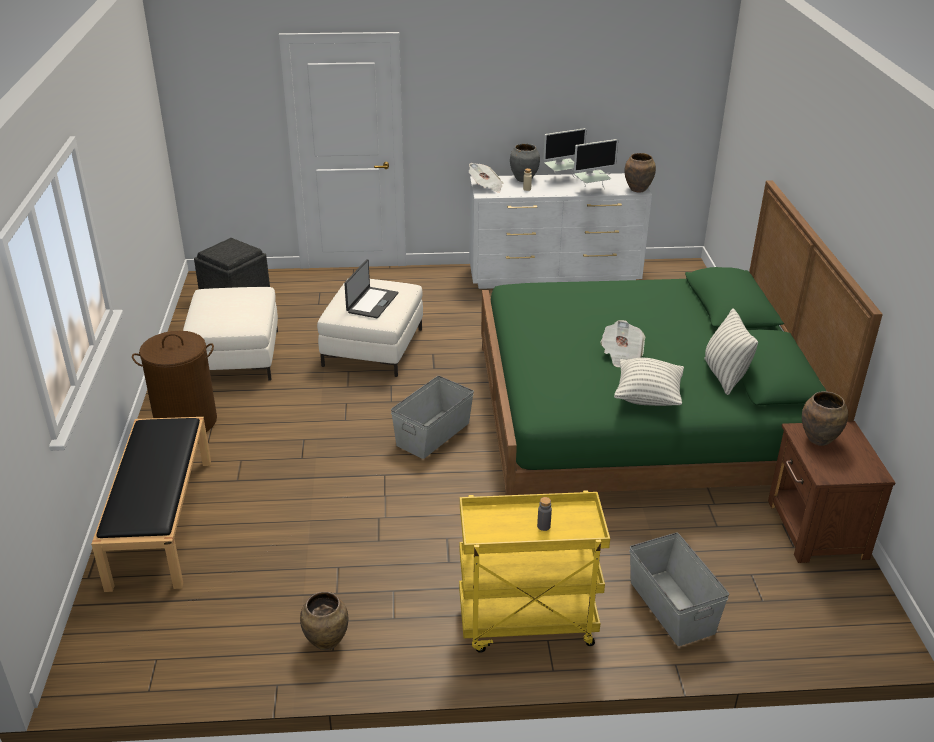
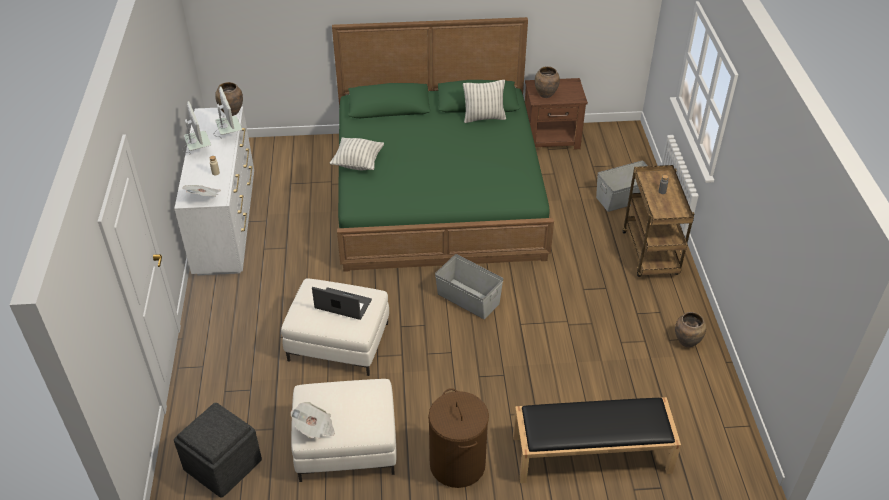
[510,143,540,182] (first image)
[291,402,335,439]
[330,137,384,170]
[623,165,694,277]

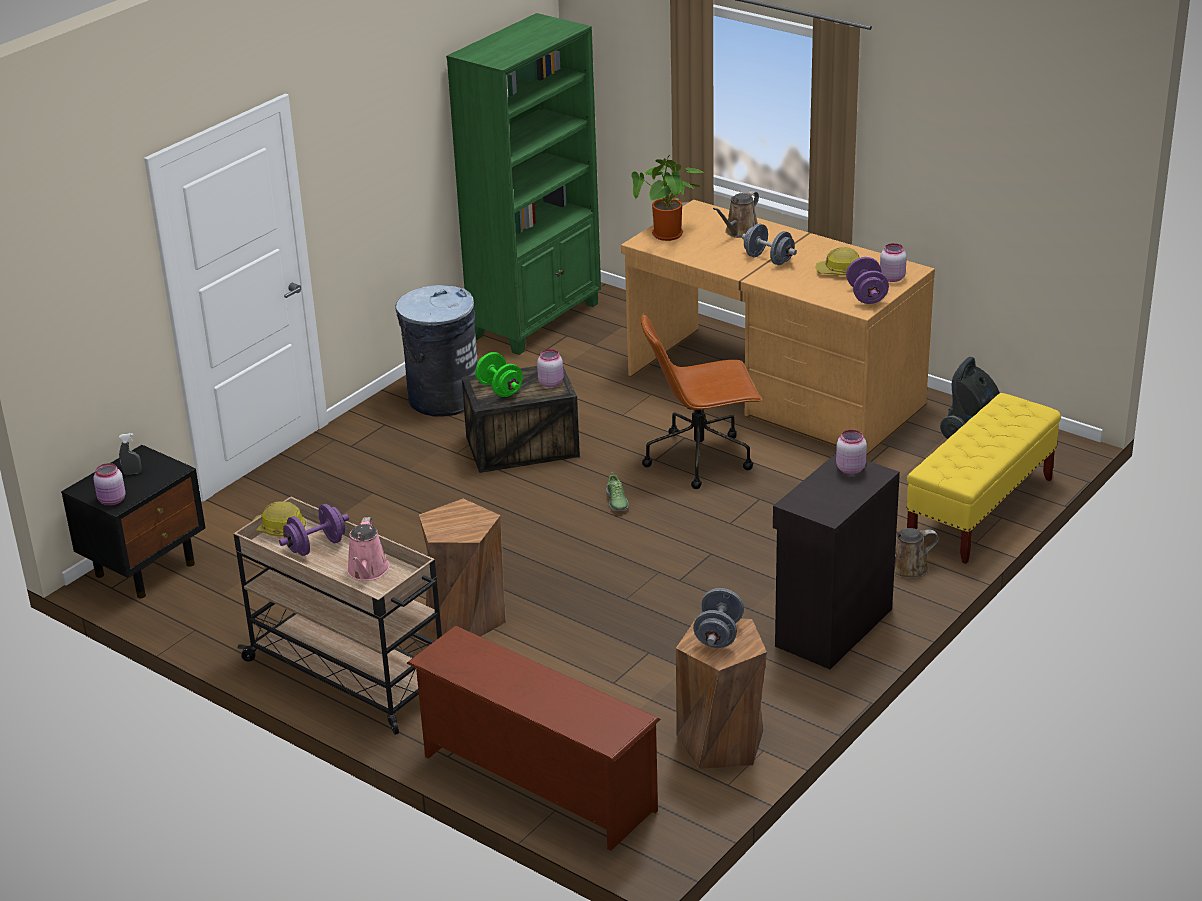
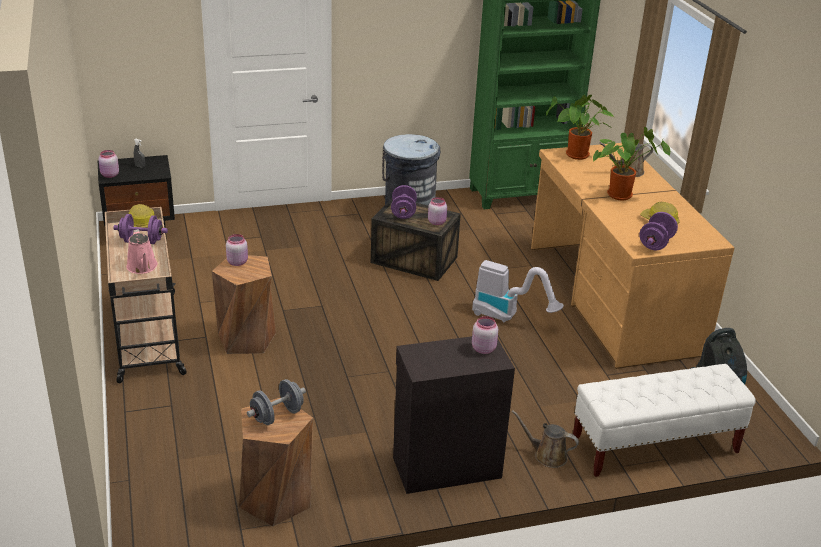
[593,127,670,200]
[226,234,248,266]
[472,260,564,322]
[391,185,417,219]
[573,364,756,477]
[606,472,629,511] (first image)
[126,229,158,274]
[406,626,661,851] (first image)

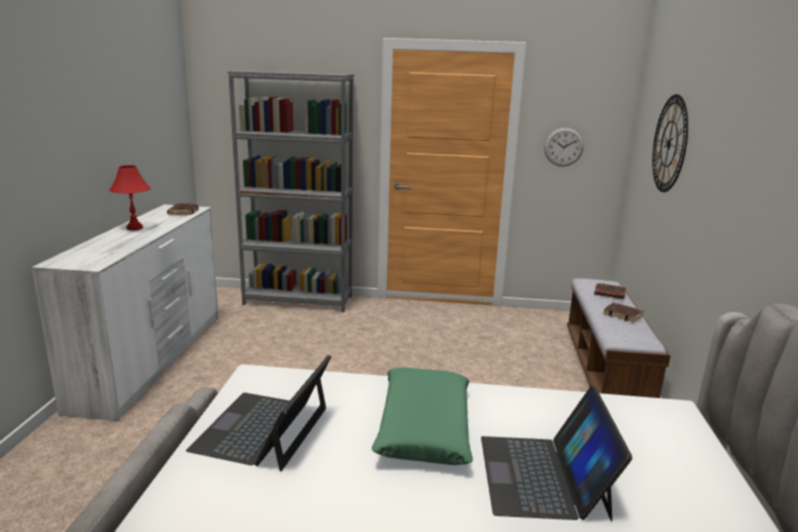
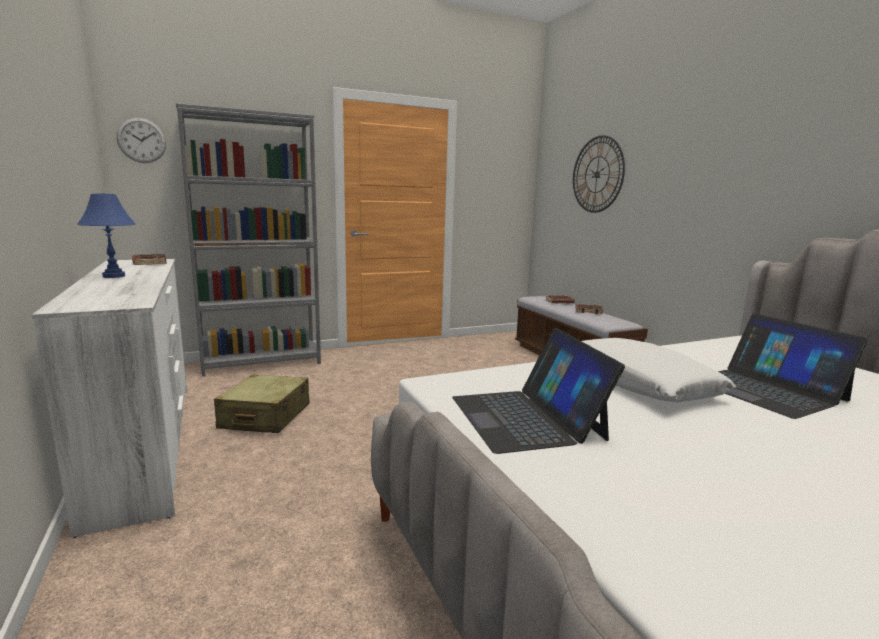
[117,118,166,163]
[77,193,136,278]
[582,338,736,402]
[214,375,309,433]

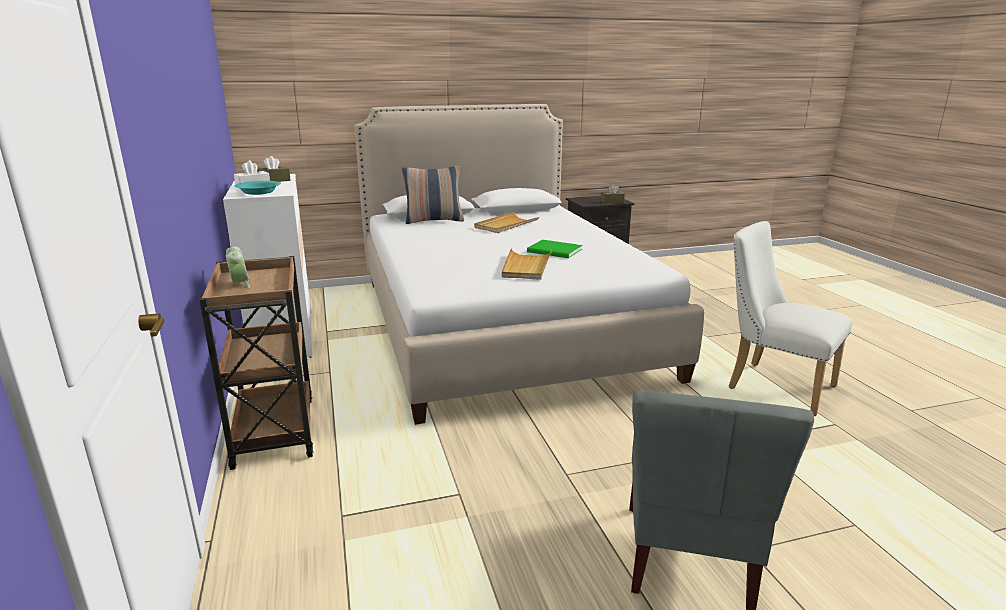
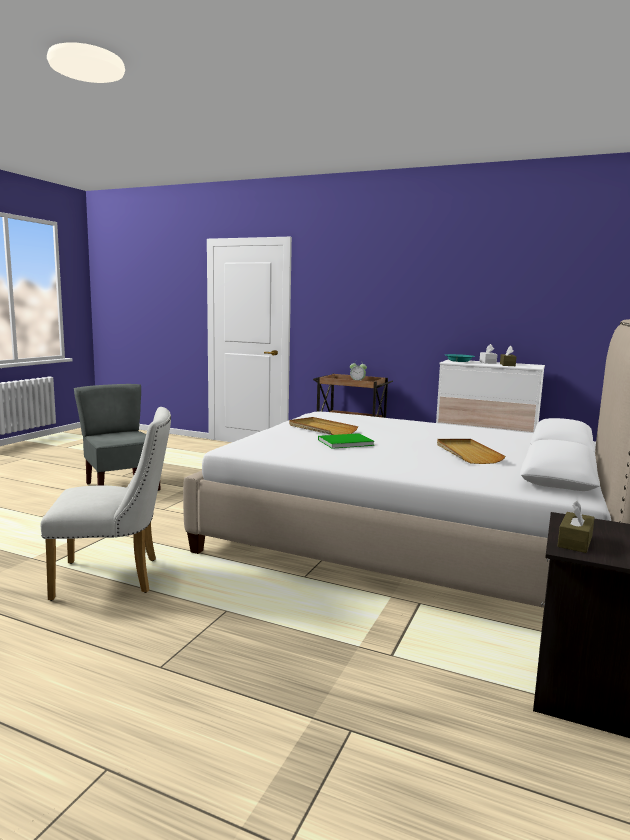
[402,166,464,224] (first image)

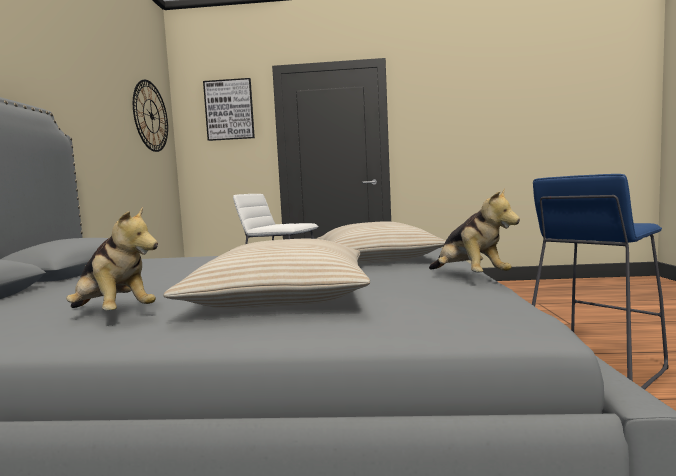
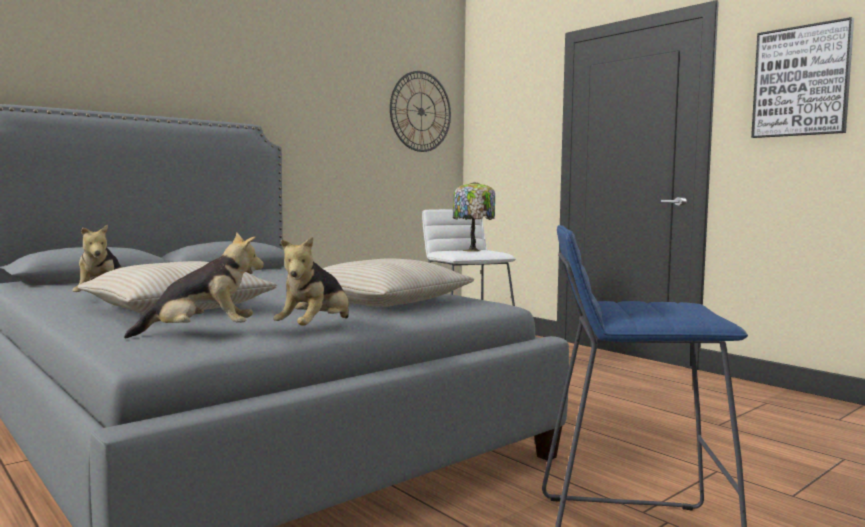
[751,17,854,138]
[453,182,495,252]
[124,232,264,339]

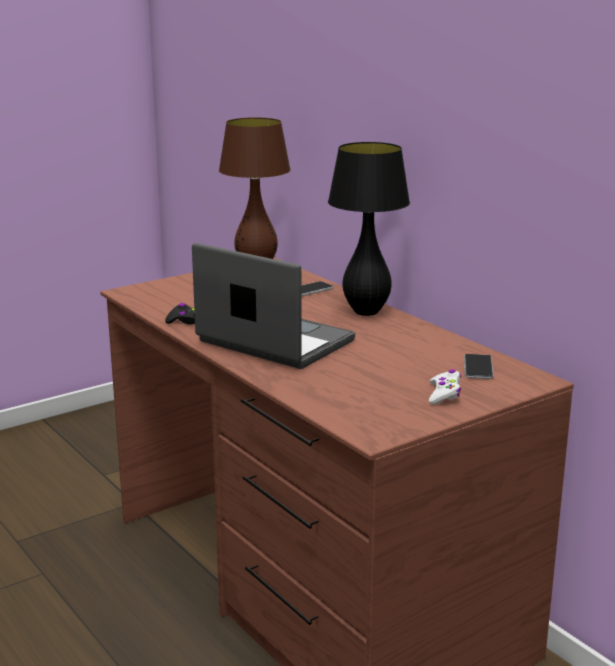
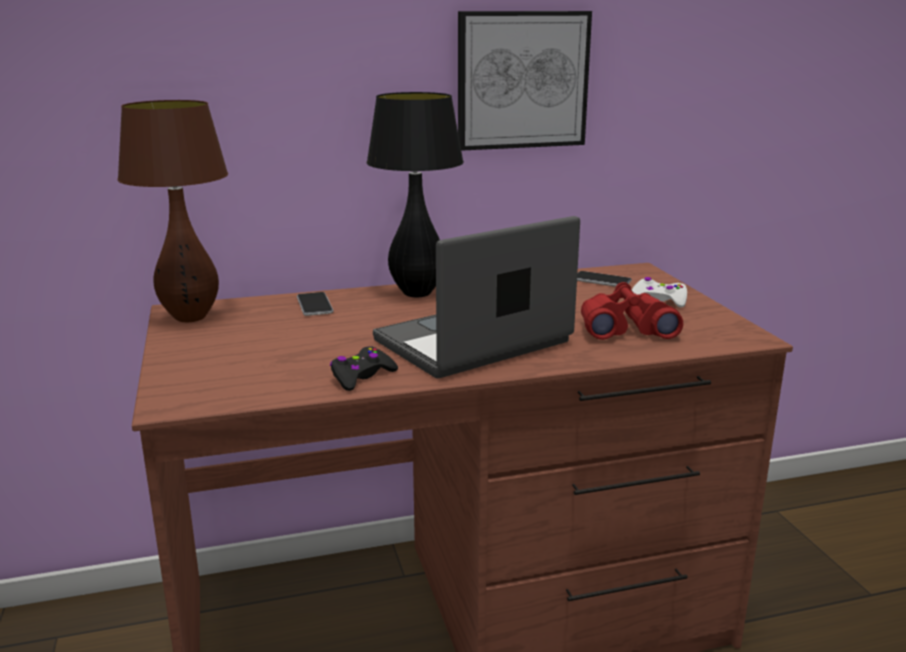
[458,11,592,151]
[581,282,683,340]

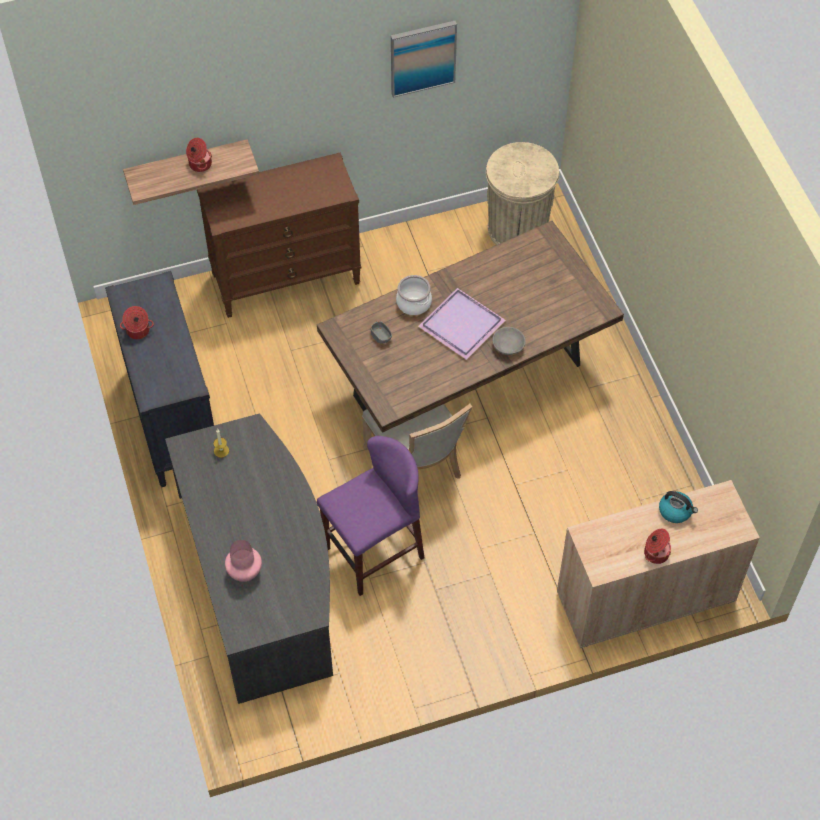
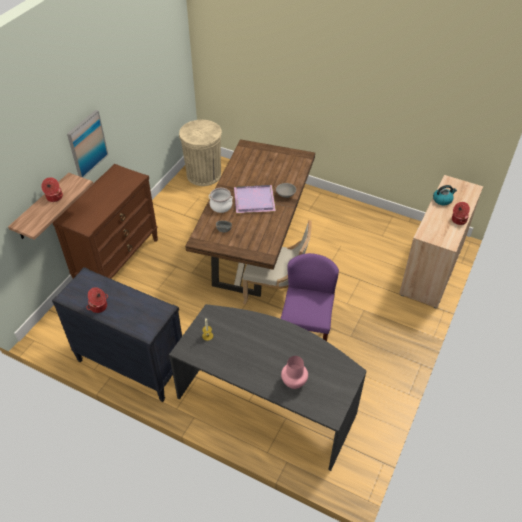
[67,110,108,178]

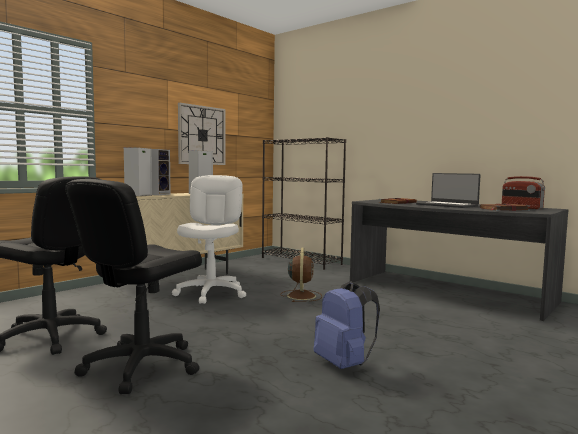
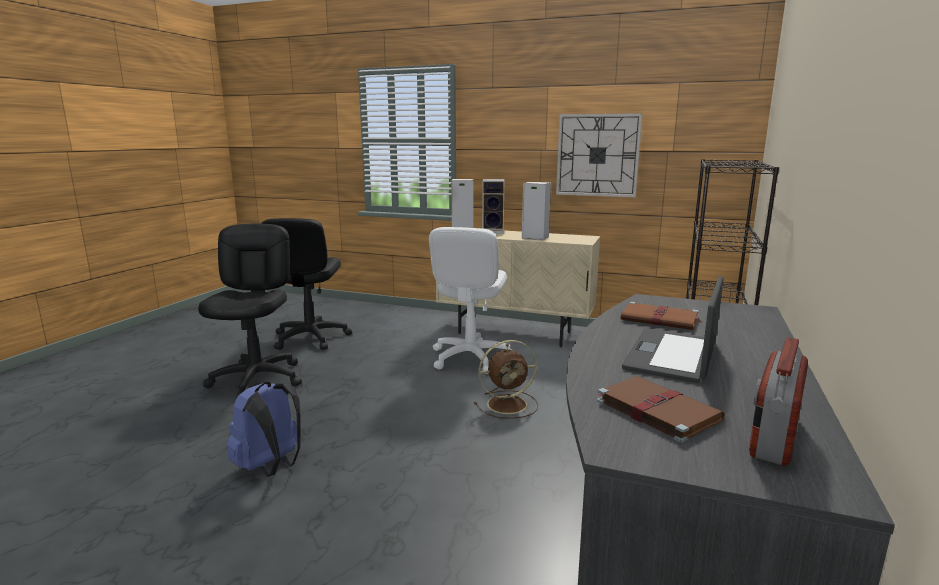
[429,227,511,374]
[198,224,302,399]

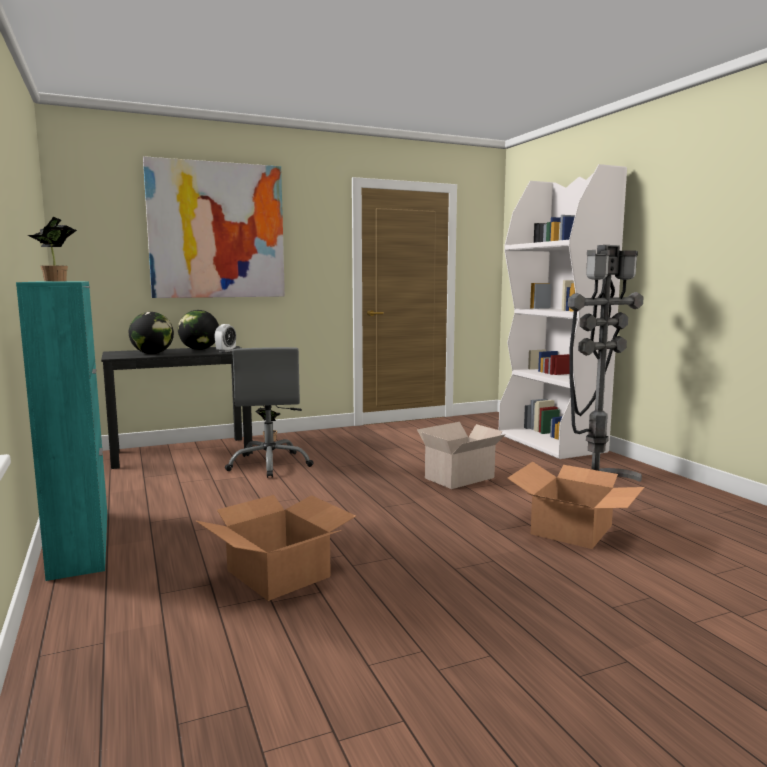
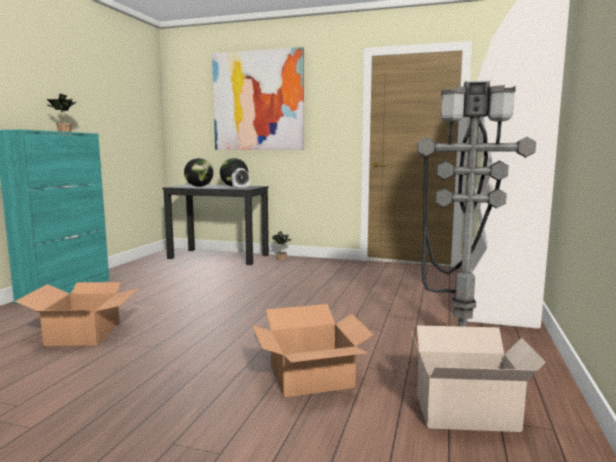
[225,347,314,478] (first image)
[411,325,546,432]

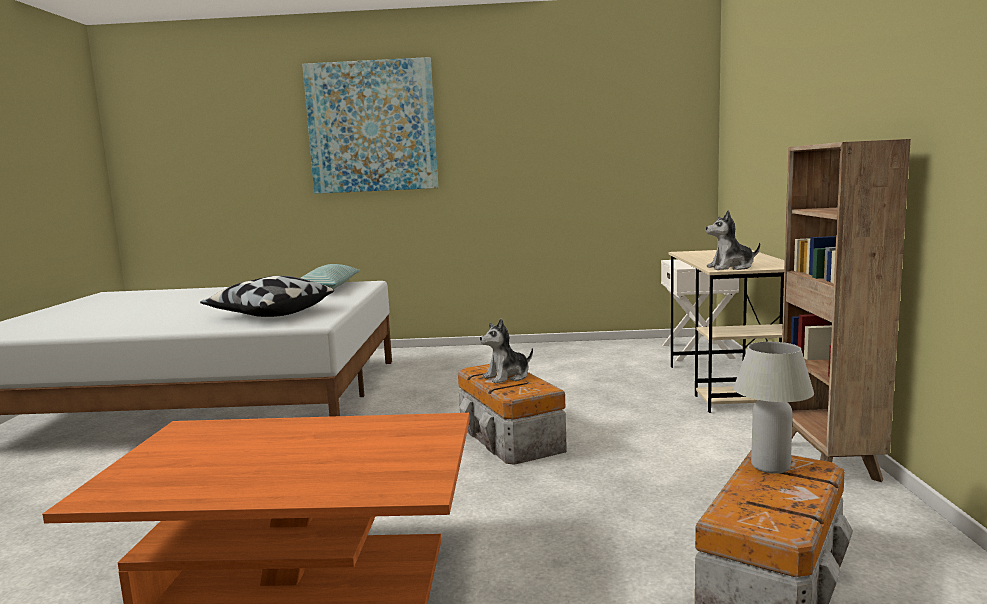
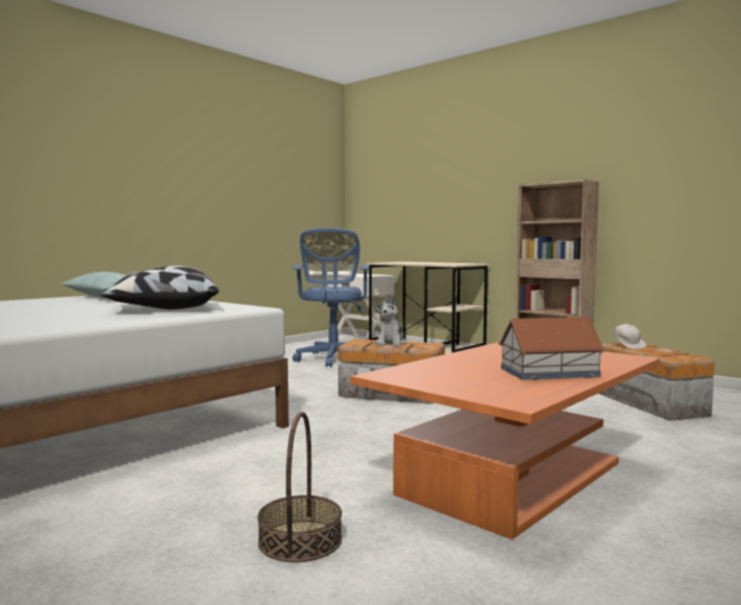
[302,57,438,194] (first image)
[706,210,760,270] (first image)
[612,324,647,349]
[293,228,370,367]
[498,317,605,380]
[257,412,342,562]

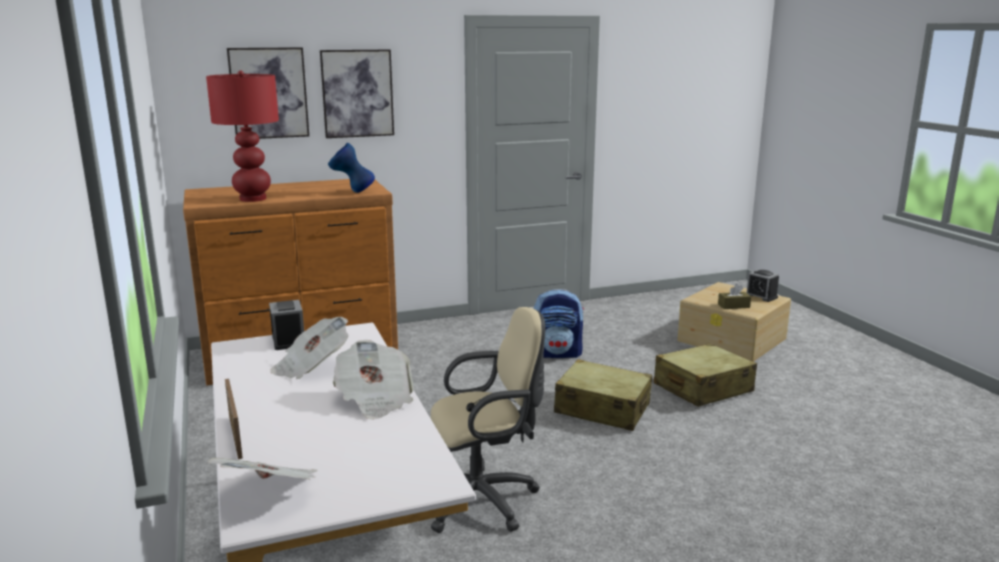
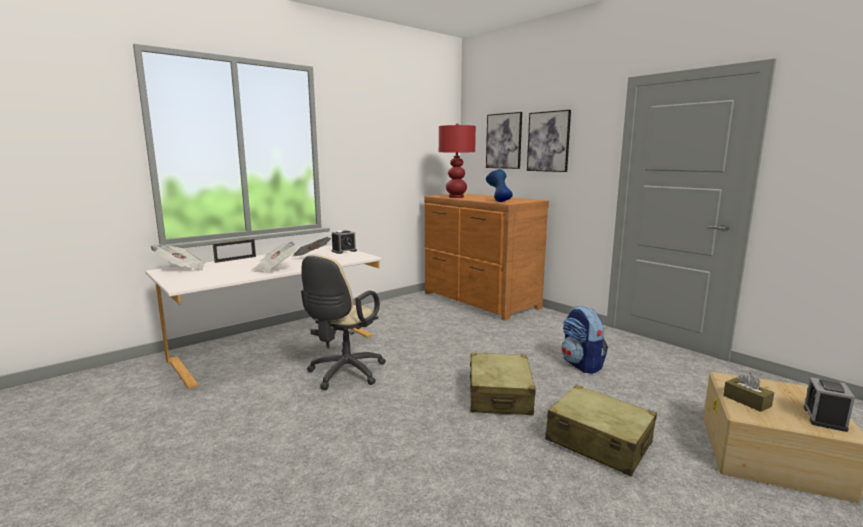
[301,255,386,390]

